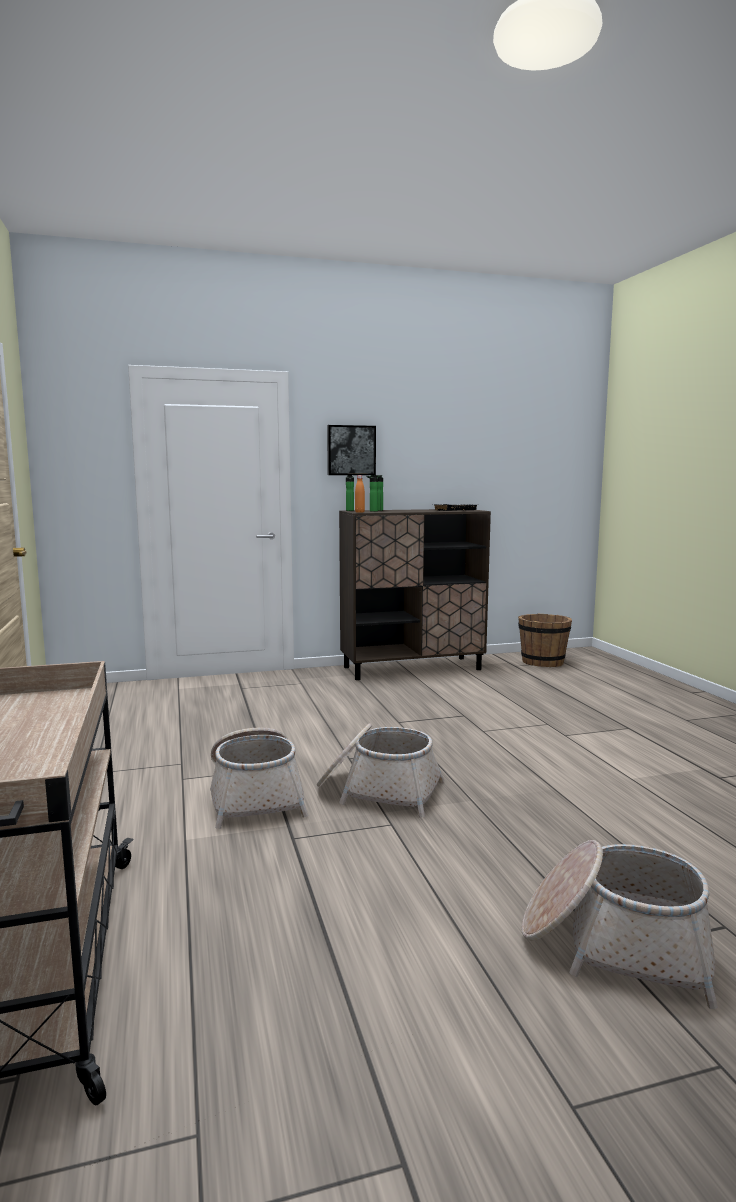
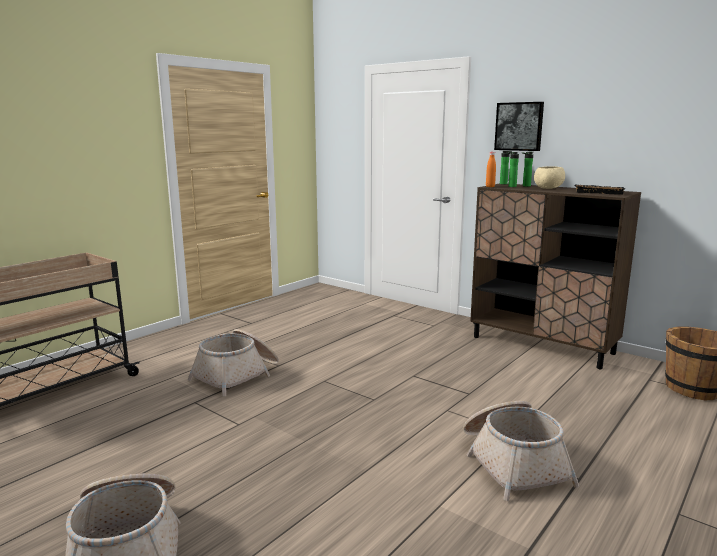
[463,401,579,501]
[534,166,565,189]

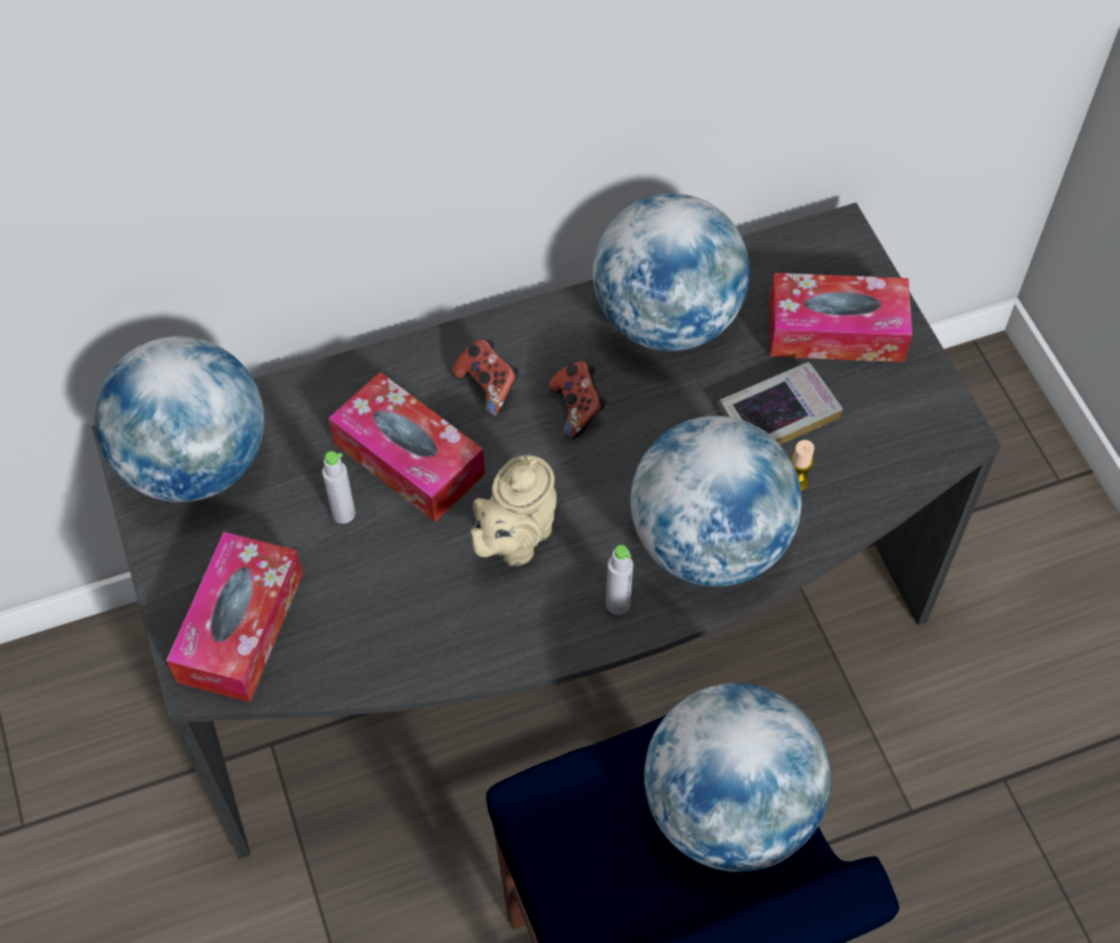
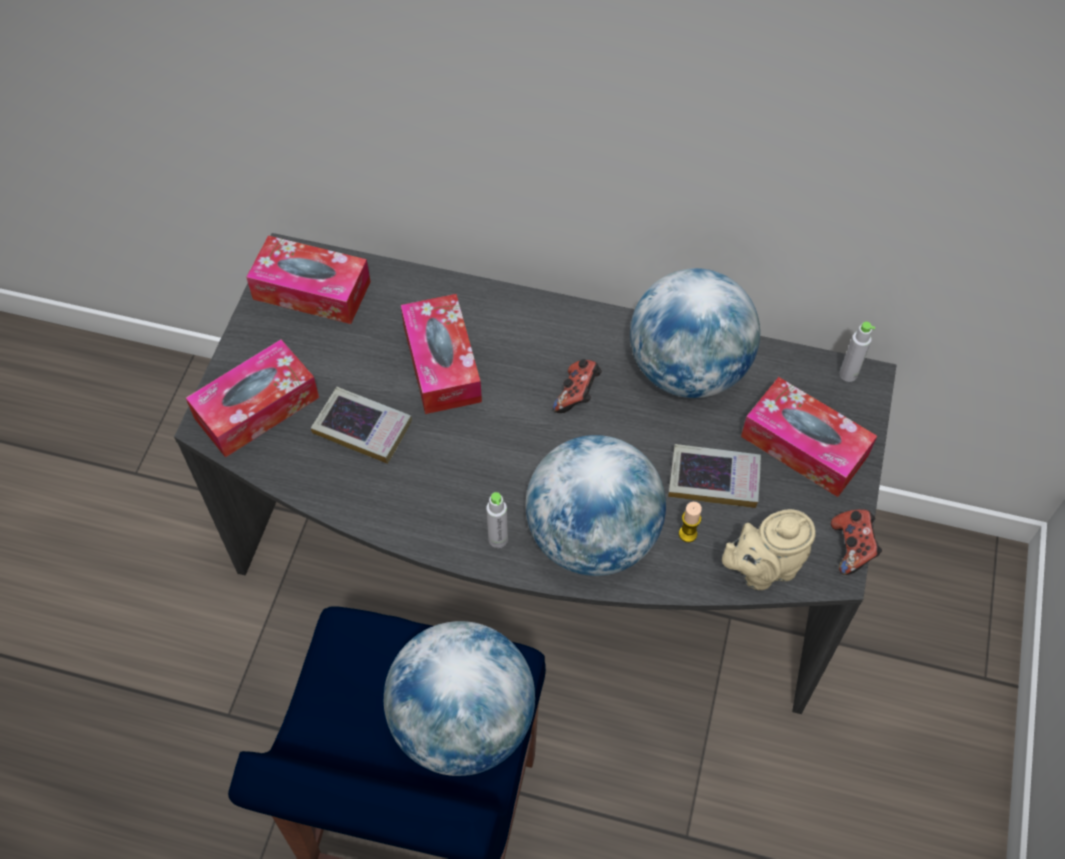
[246,236,371,324]
[831,509,882,575]
[839,322,875,382]
[722,509,816,590]
[311,387,412,464]

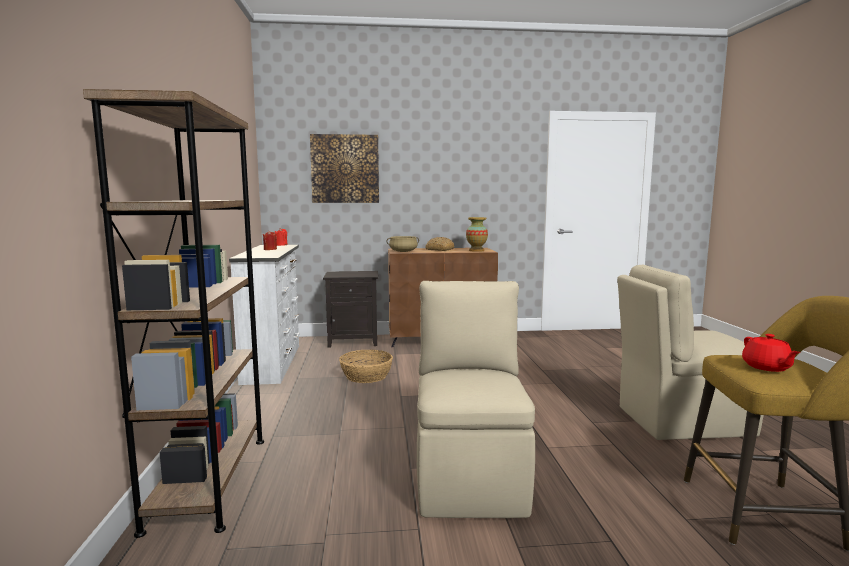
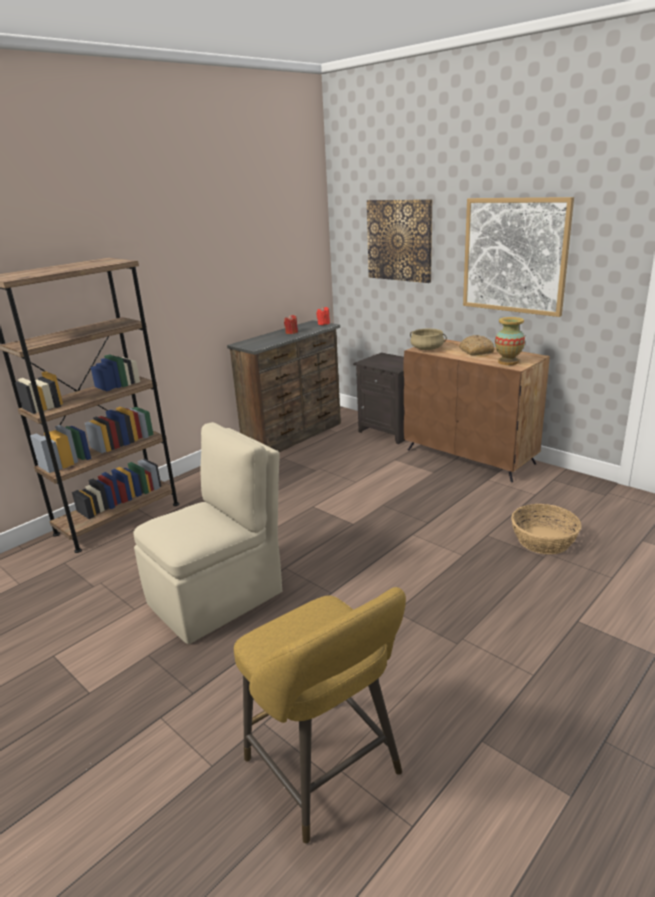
[227,320,341,452]
[617,265,764,440] (first image)
[742,334,800,372] (first image)
[511,504,582,554]
[463,197,574,317]

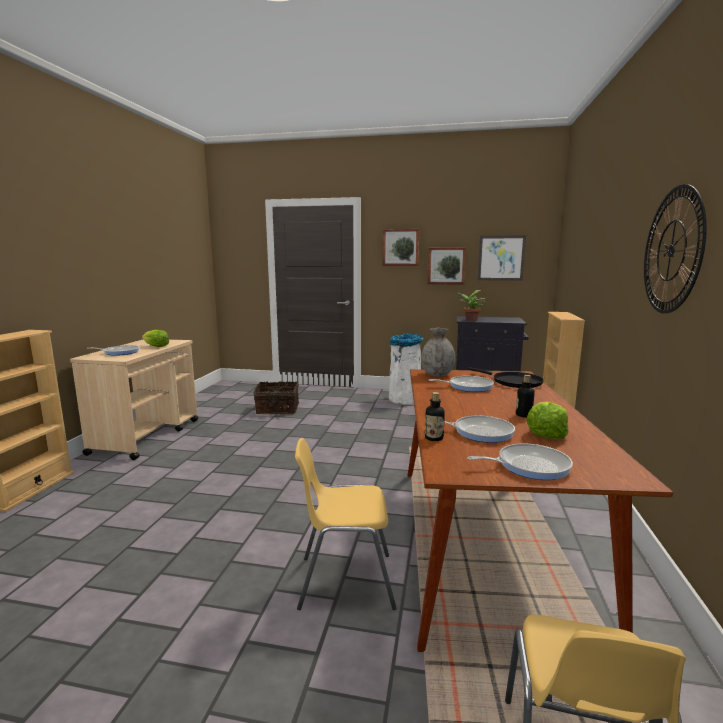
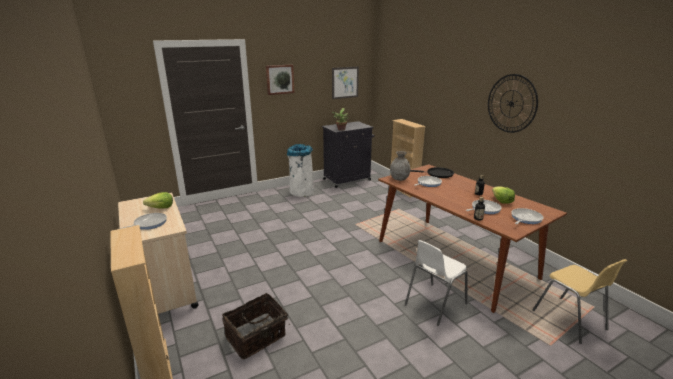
[428,247,466,285] (first image)
[222,293,288,359]
[405,240,468,326]

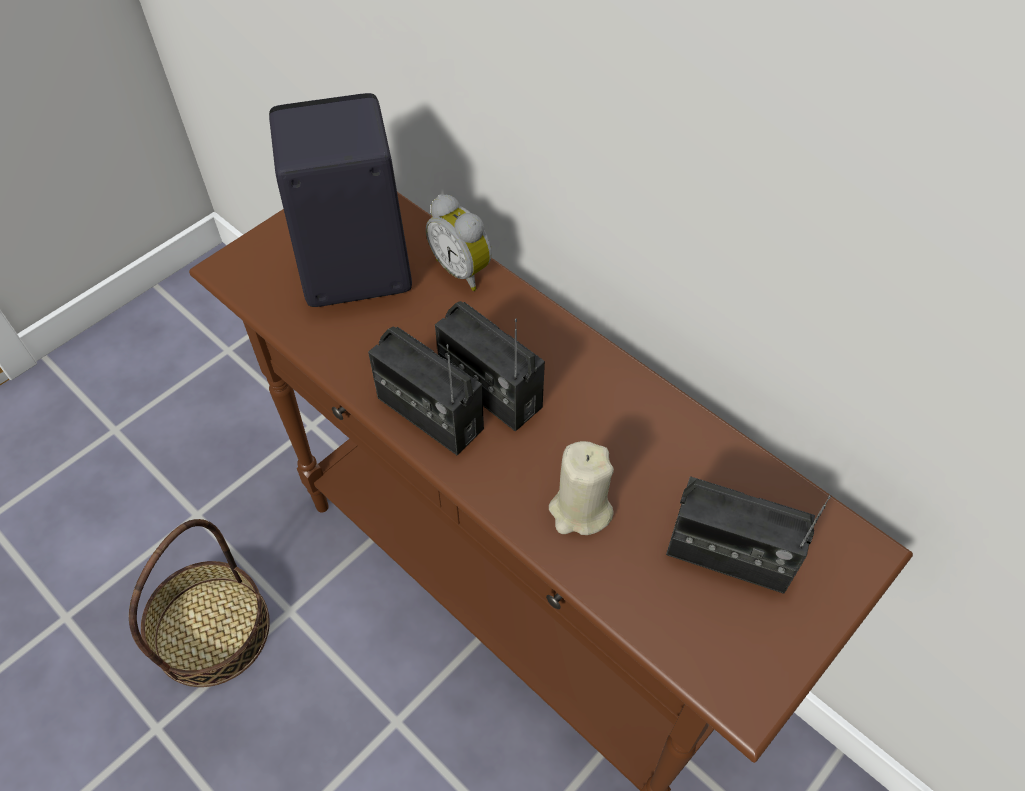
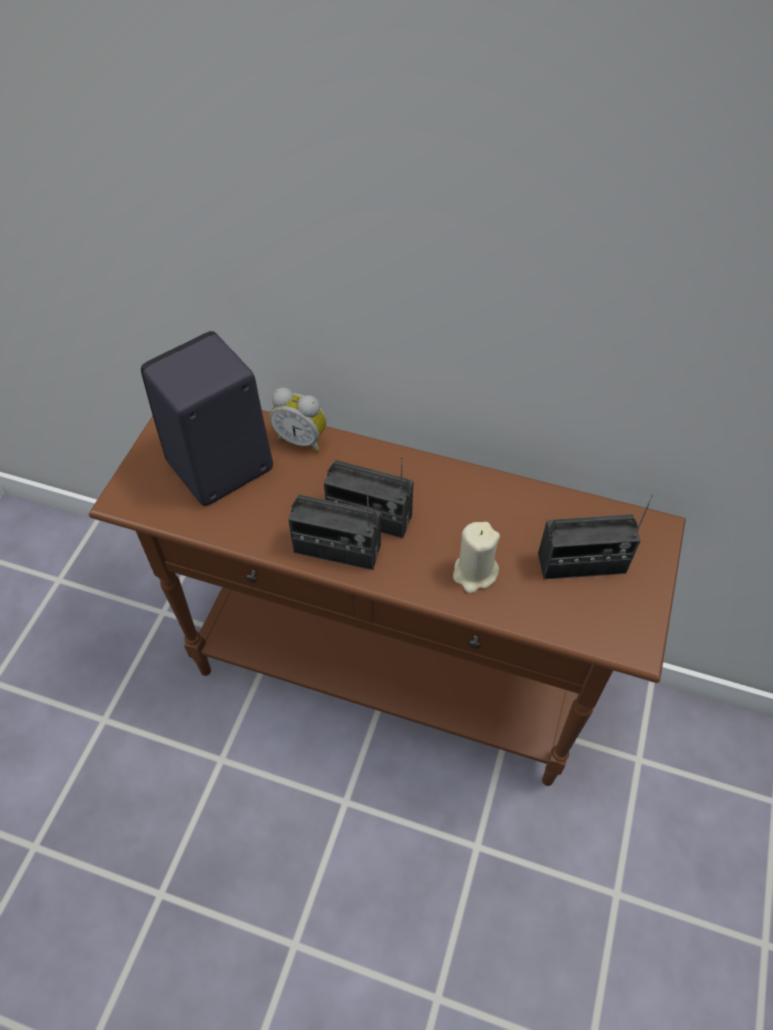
[129,519,270,687] (first image)

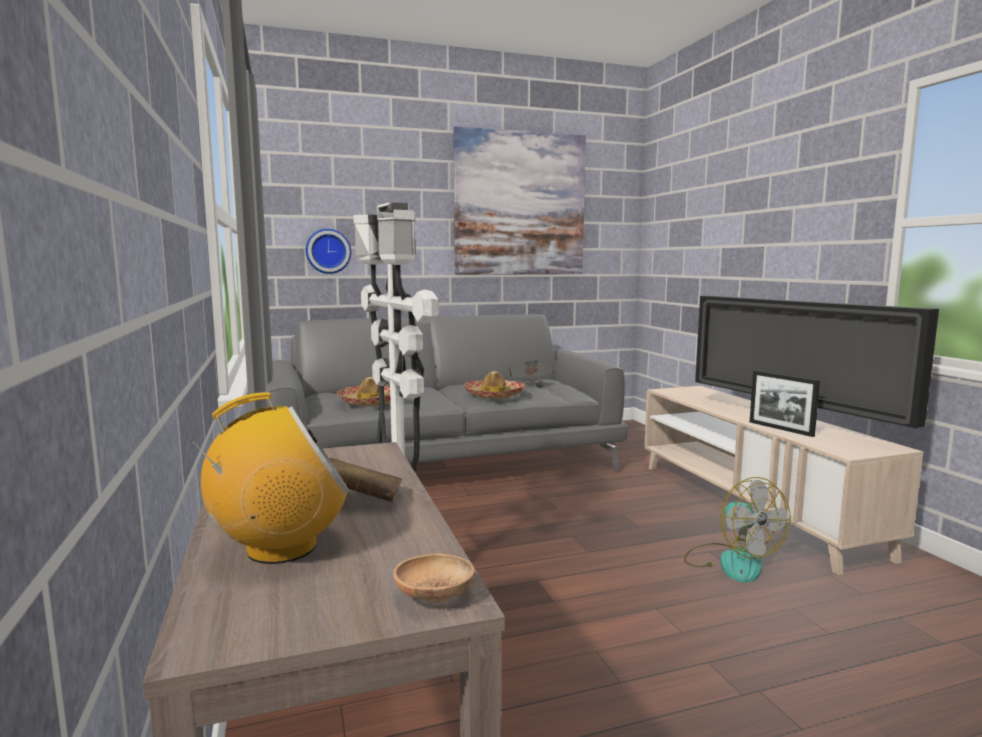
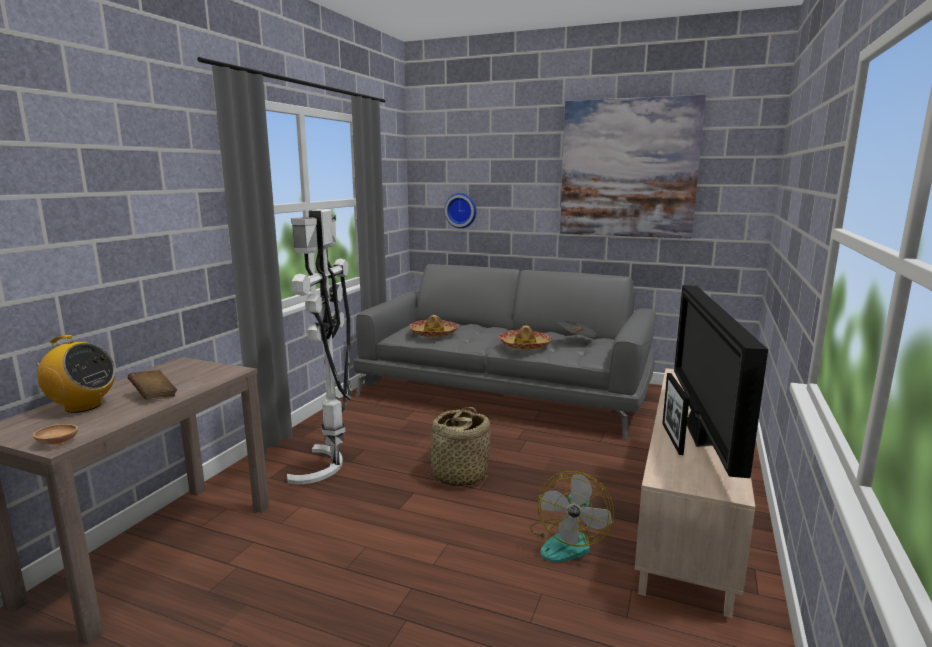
[424,407,490,486]

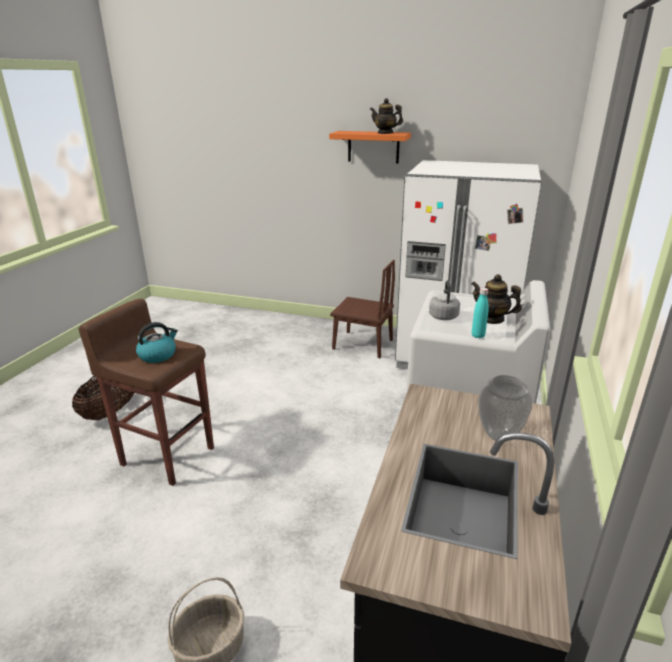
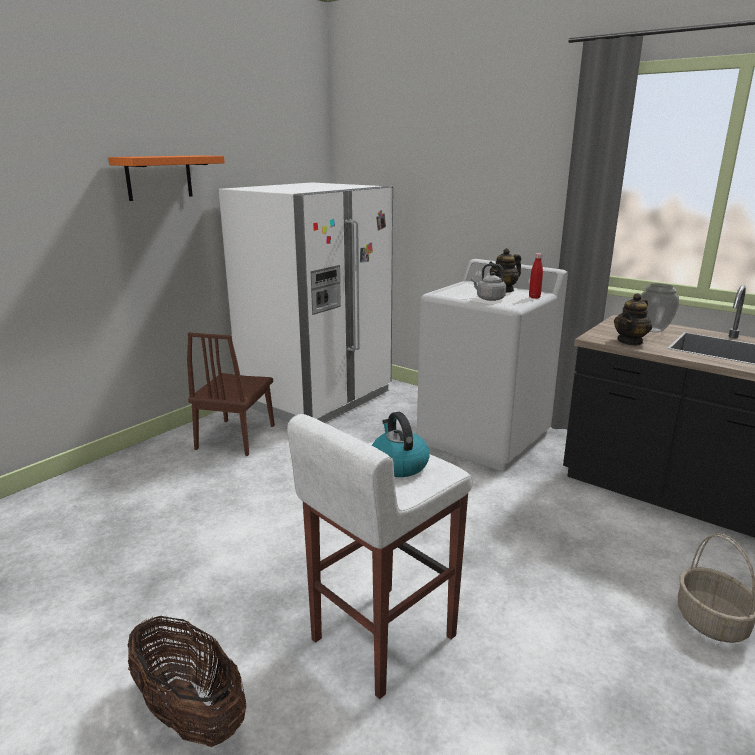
[614,293,652,346]
[187,333,275,456]
[529,253,543,299]
[287,414,473,699]

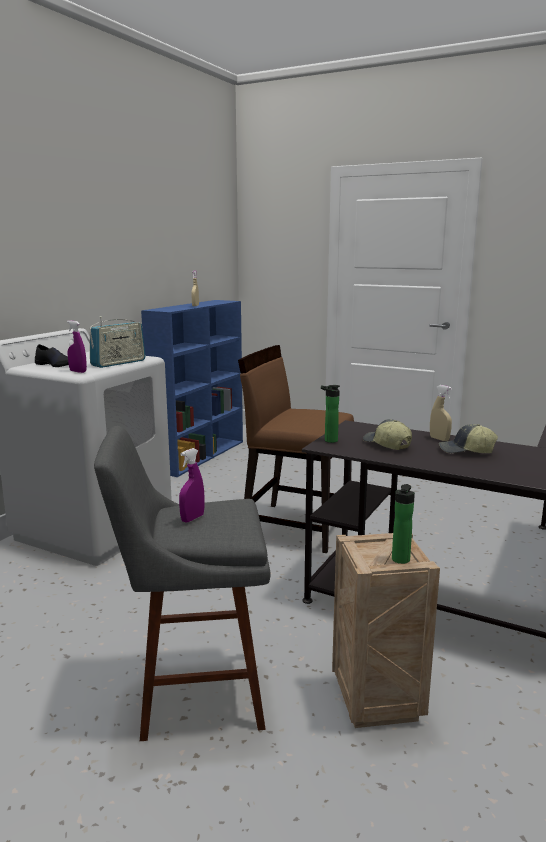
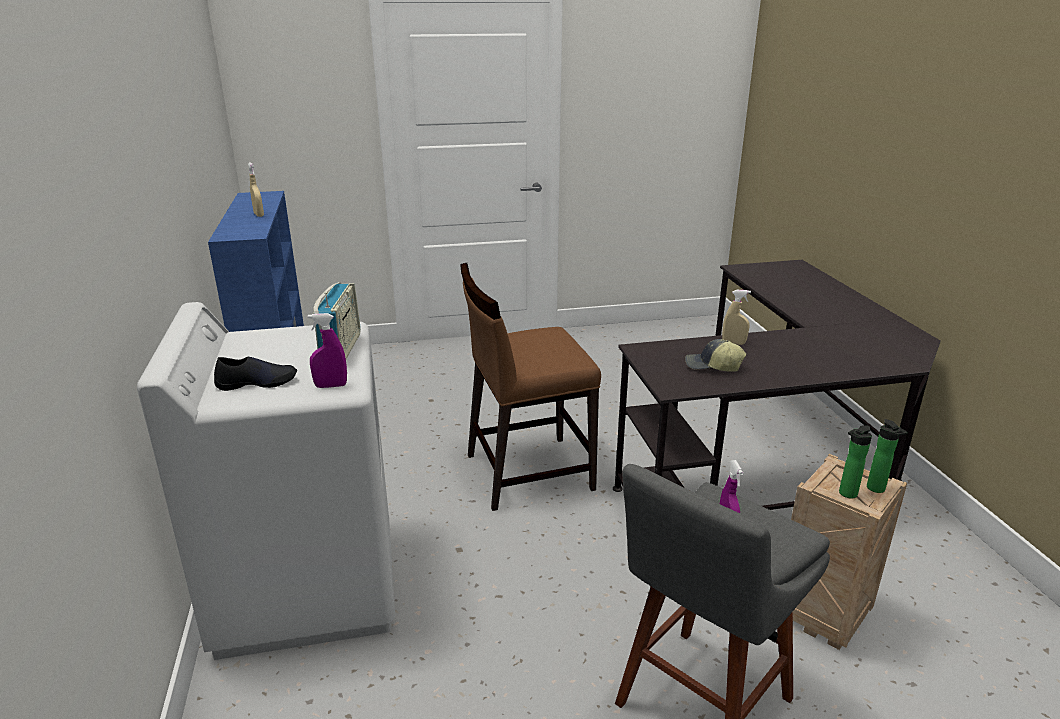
[839,425,872,498]
[439,424,498,453] (first image)

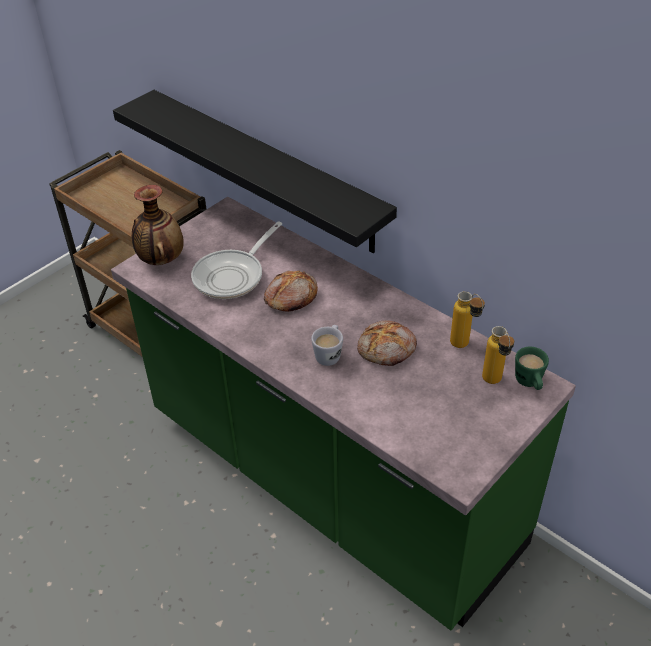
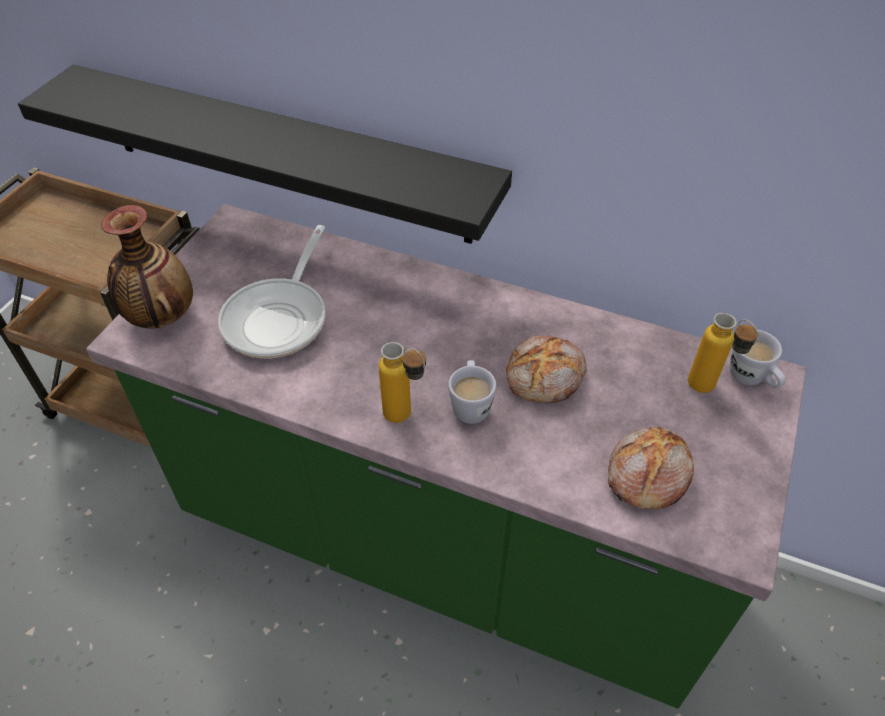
[608,427,694,509]
[379,342,426,423]
[729,330,786,388]

